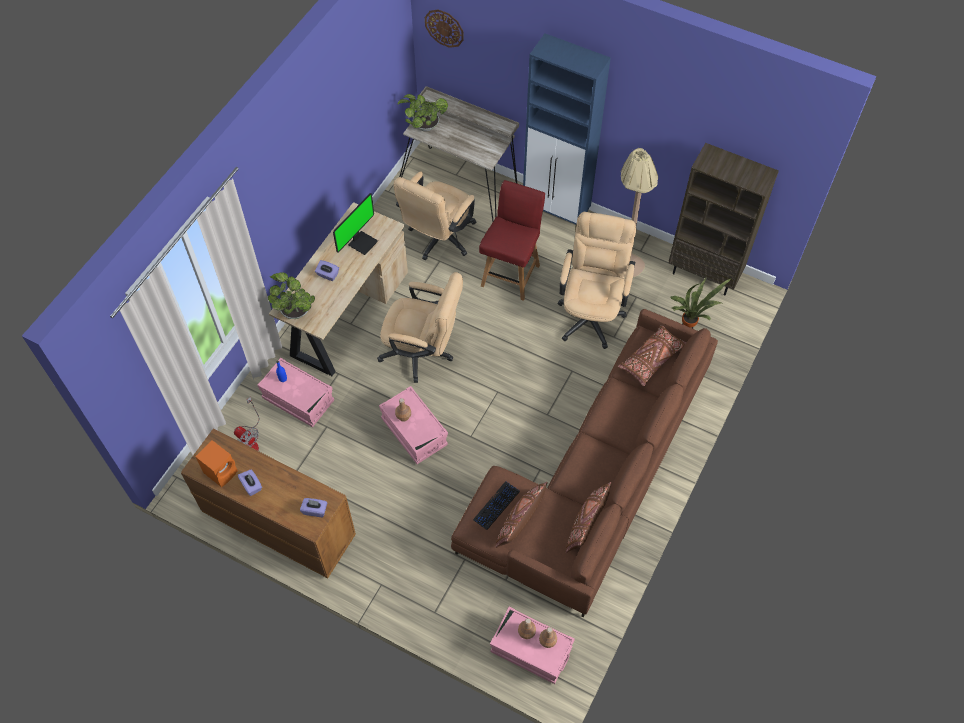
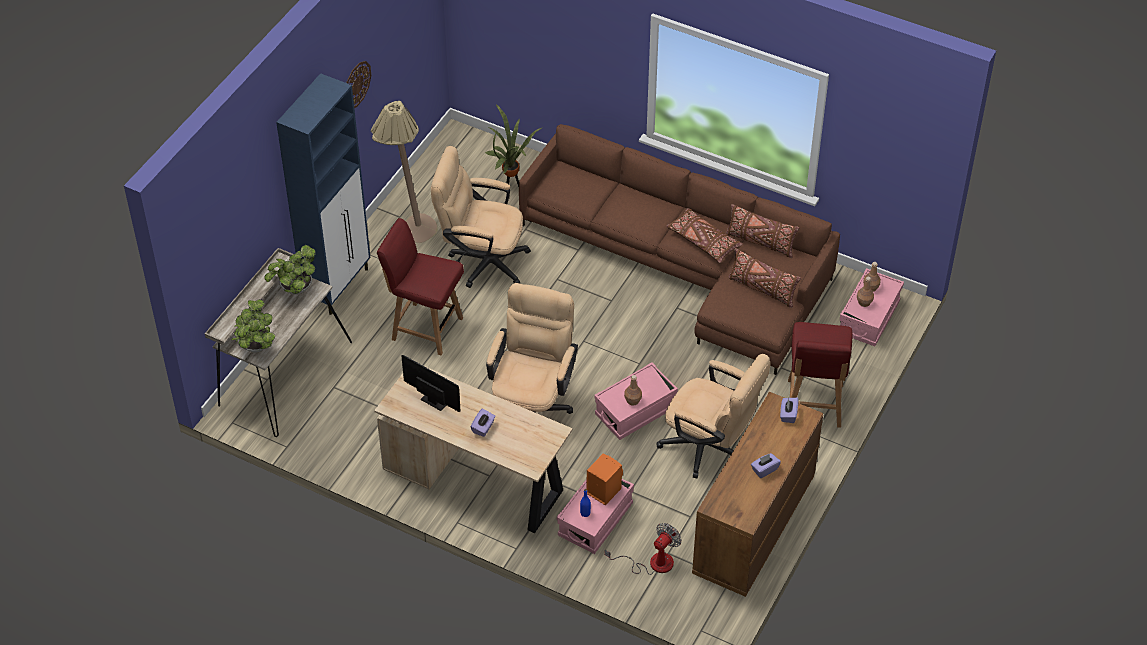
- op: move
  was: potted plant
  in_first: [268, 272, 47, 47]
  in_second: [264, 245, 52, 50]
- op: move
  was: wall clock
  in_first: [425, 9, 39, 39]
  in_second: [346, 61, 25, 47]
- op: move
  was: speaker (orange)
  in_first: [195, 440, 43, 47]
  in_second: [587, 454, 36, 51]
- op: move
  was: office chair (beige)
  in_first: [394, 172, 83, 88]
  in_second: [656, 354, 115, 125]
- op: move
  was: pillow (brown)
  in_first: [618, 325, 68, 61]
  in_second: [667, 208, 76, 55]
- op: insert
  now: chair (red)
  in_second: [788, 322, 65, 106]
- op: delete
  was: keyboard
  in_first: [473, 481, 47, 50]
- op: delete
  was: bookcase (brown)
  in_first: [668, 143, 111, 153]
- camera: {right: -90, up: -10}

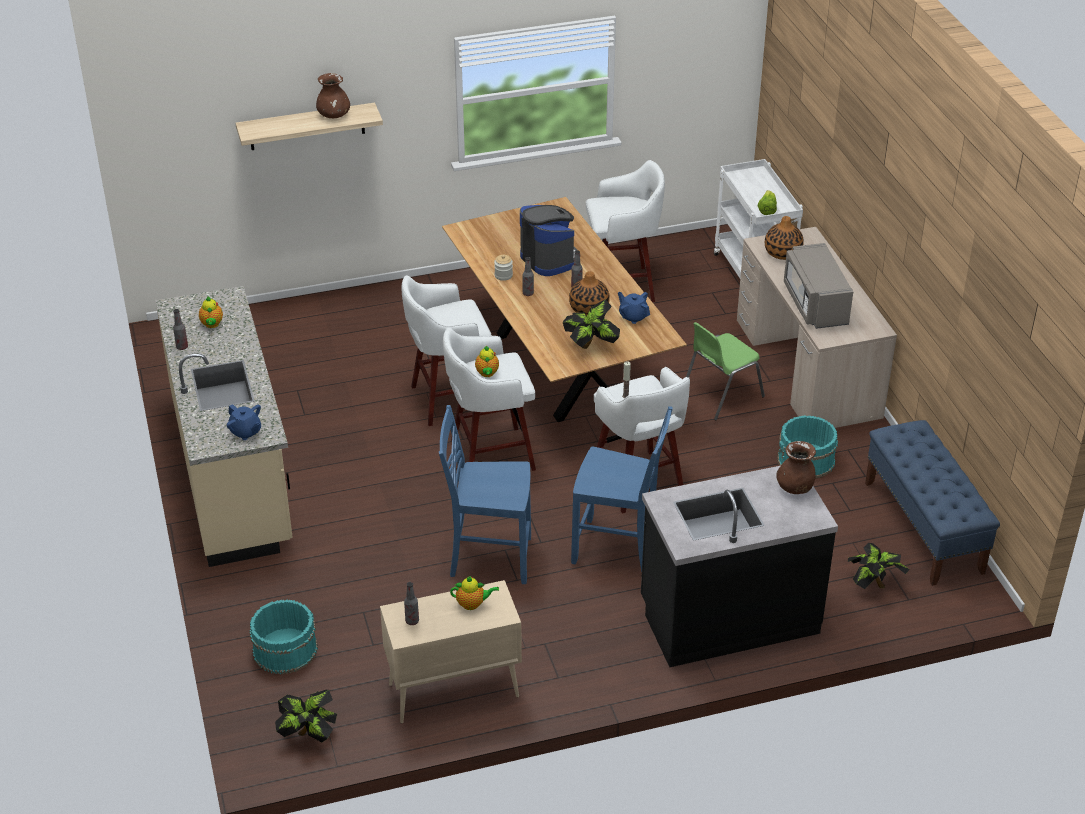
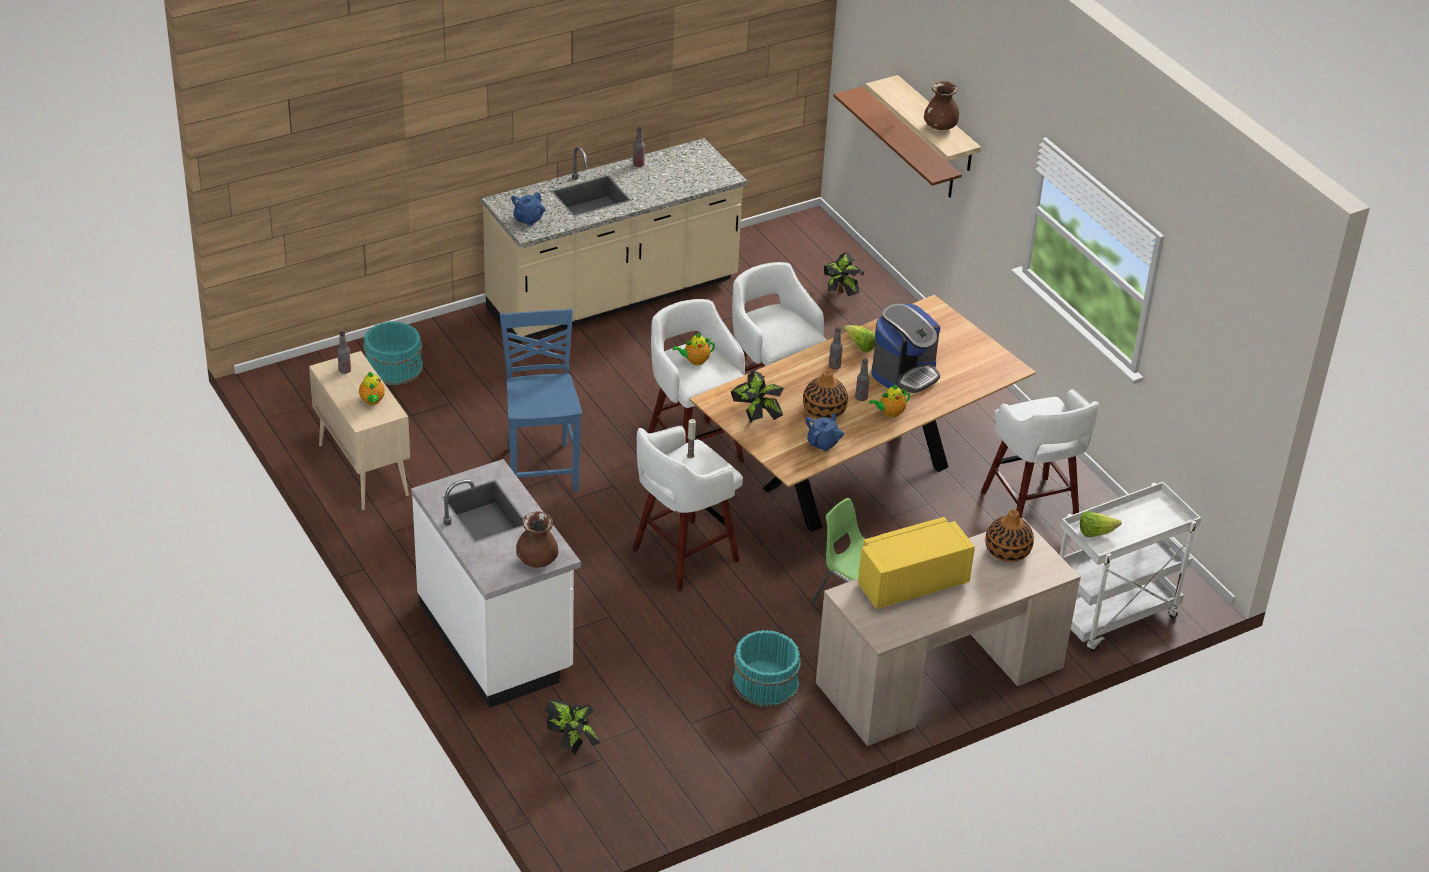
- op: recolor
  was: counter (black)
  now: counter (white)
  in_first: [641, 466, 197, 201]
  in_second: [411, 459, 170, 249]
- op: move
  was: potted plant
  in_first: [275, 690, 62, 52]
  in_second: [824, 252, 40, 44]
- op: insert
  now: shelf (brown)
  in_second: [834, 86, 128, 112]
- op: replace
  was: jar
  now: lettuce
  in_first: [494, 255, 19, 26]
  in_second: [843, 325, 32, 28]
- op: recolor
  was: microwave (grey)
  now: microwave (yellow)
  in_first: [784, 243, 69, 86]
  in_second: [858, 517, 117, 92]
- op: move
  was: teapot
  in_first: [199, 297, 24, 31]
  in_second: [869, 384, 41, 34]
- op: delete
  was: chair (blue)
  in_first: [571, 406, 102, 166]
- op: delete
  was: bench (blue)
  in_first: [865, 420, 135, 166]
- camera: {right: 75, up: 0}

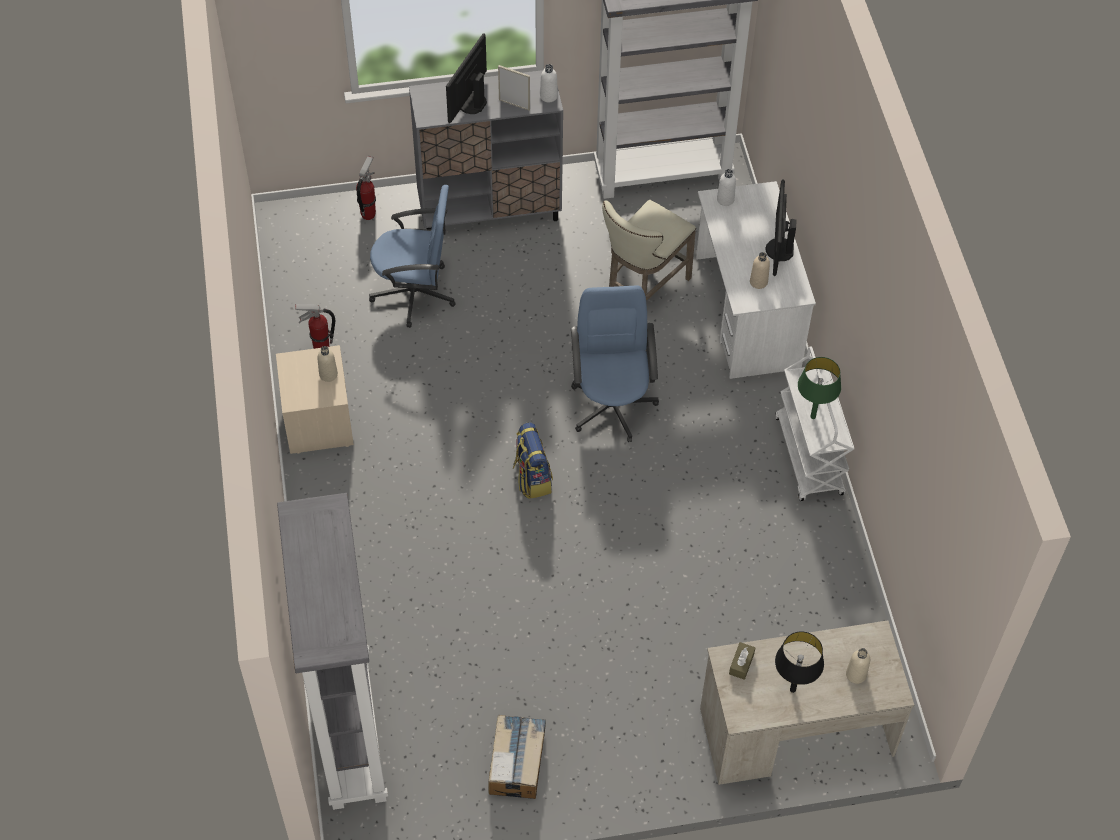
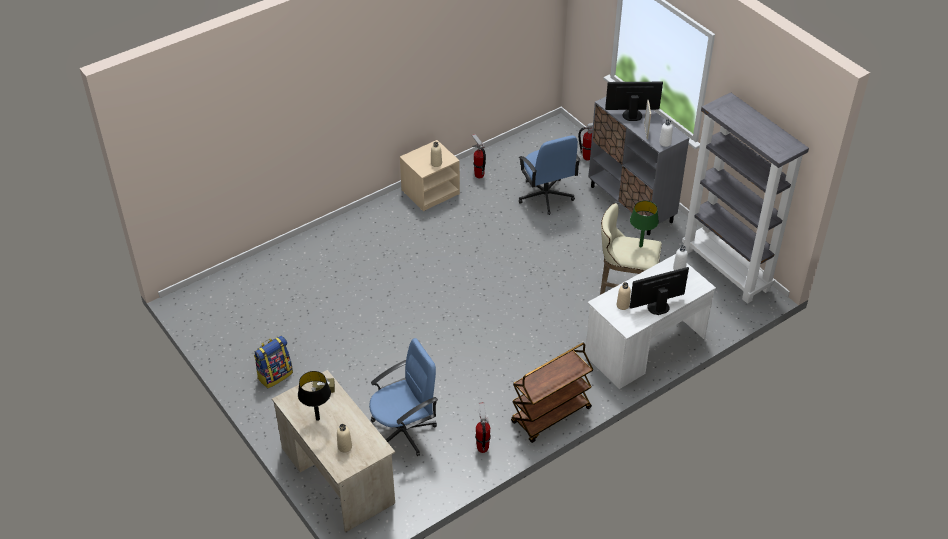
- op: move
  was: backpack
  in_first: [512, 422, 41, 77]
  in_second: [254, 336, 39, 52]
- op: move
  was: office chair (blue)
  in_first: [571, 285, 88, 157]
  in_second: [369, 338, 69, 118]
- op: insert
  now: fire extinguisher
  in_second: [475, 402, 16, 51]
- op: recolor
  was: cart (white)
  now: cart (brown)
  in_first: [775, 346, 79, 155]
  in_second: [511, 343, 82, 100]
- op: move
  was: table lamp (green)
  in_first: [798, 357, 43, 62]
  in_second: [630, 201, 29, 46]
- op: delete
  was: bookcase (grey)
  in_first: [277, 493, 111, 317]
- op: delete
  was: cardboard box
  in_first: [488, 715, 58, 84]
- camera: {right: 65, up: -10}

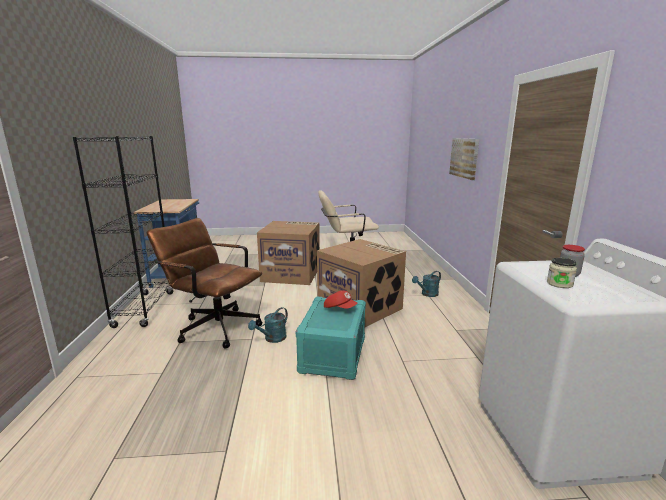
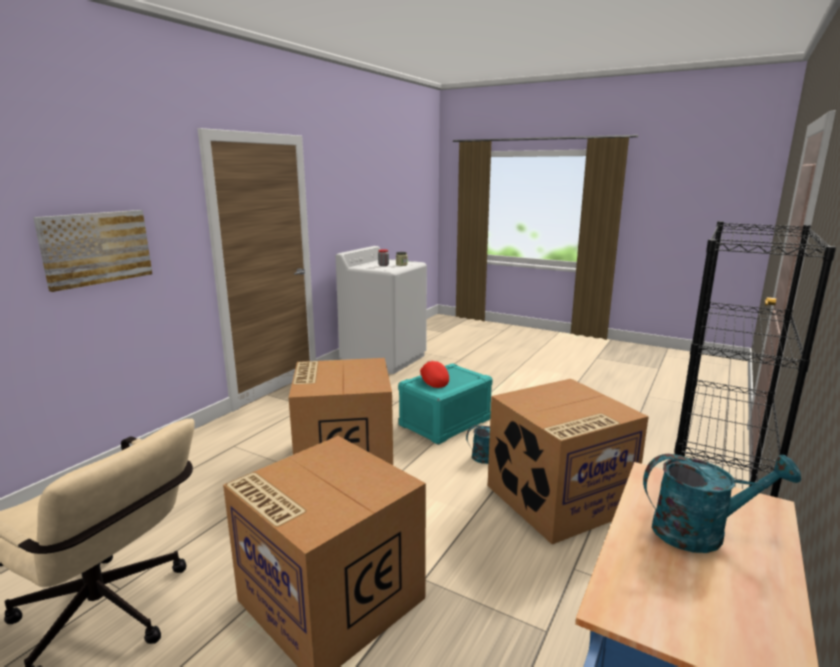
- op: replace
  was: office chair (brown)
  now: cardboard box
  in_first: [147, 218, 115, 131]
  in_second: [488, 379, 161, 165]
- op: move
  was: watering can (turquoise)
  in_first: [412, 271, 29, 26]
  in_second: [643, 454, 158, 99]
- camera: {right: -145, up: 0}

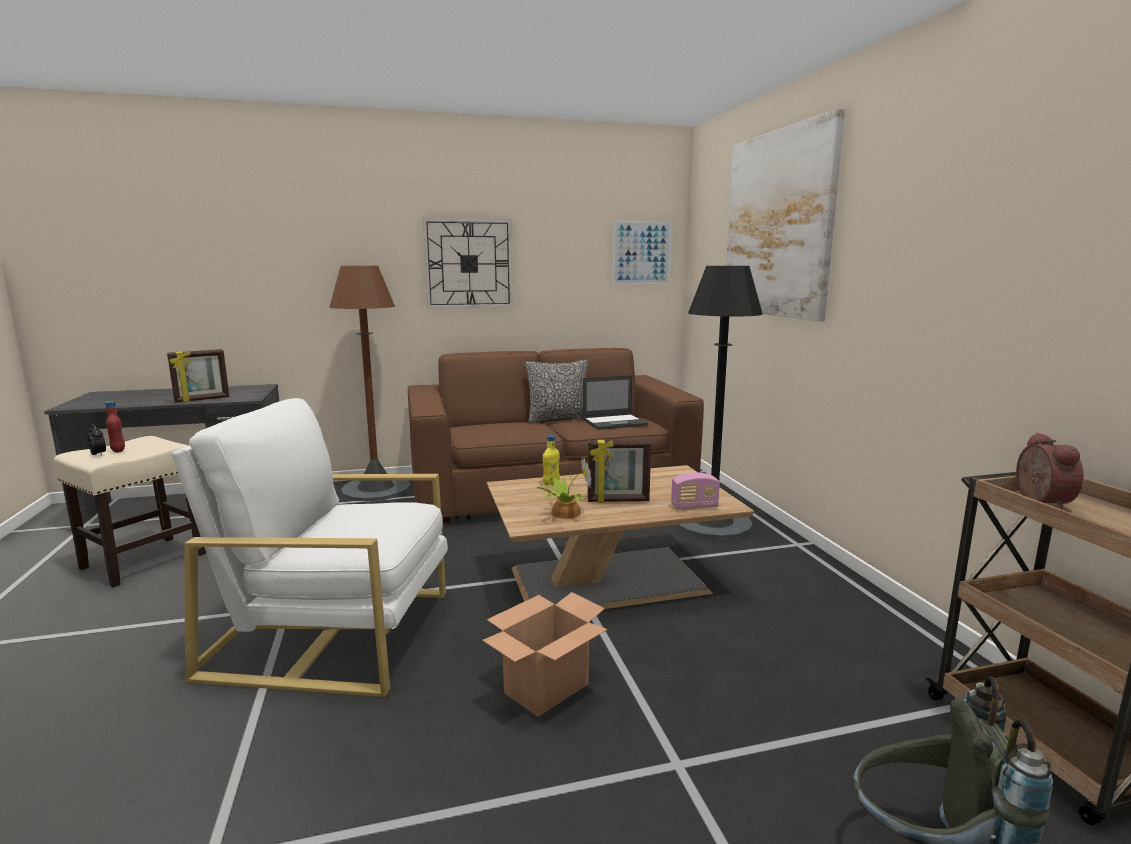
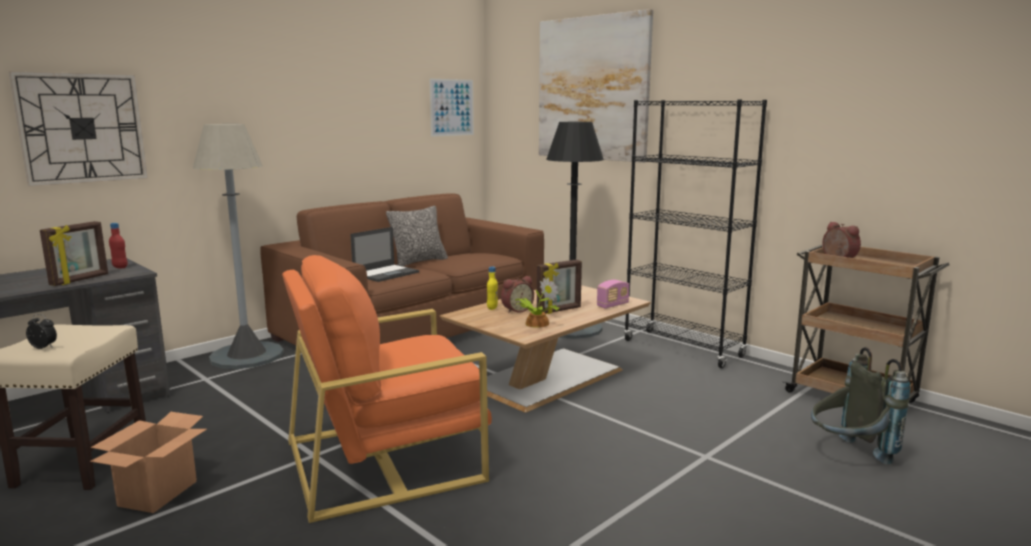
- op: move
  was: wall clock
  in_first: [423, 218, 90, 91]
  in_second: [9, 71, 139, 115]
- op: move
  was: cardboard box
  in_first: [482, 592, 125, 125]
  in_second: [90, 412, 117, 101]
- op: move
  was: bottle (red)
  in_first: [105, 401, 20, 52]
  in_second: [109, 223, 19, 45]
- op: recolor
  was: floor lamp (brown)
  now: floor lamp (grey)
  in_first: [330, 266, 80, 236]
  in_second: [193, 124, 91, 245]
- op: recolor
  was: armchair (white)
  now: armchair (orange)
  in_first: [172, 398, 276, 299]
  in_second: [282, 255, 210, 268]
- op: move
  was: laptop
  in_first: [582, 375, 67, 55]
  in_second: [350, 227, 69, 55]
- op: insert
  now: alarm clock
  in_second: [501, 276, 33, 37]
- op: insert
  now: bookcase (black)
  in_second: [624, 100, 143, 268]
- camera: {right: -30, up: 0}

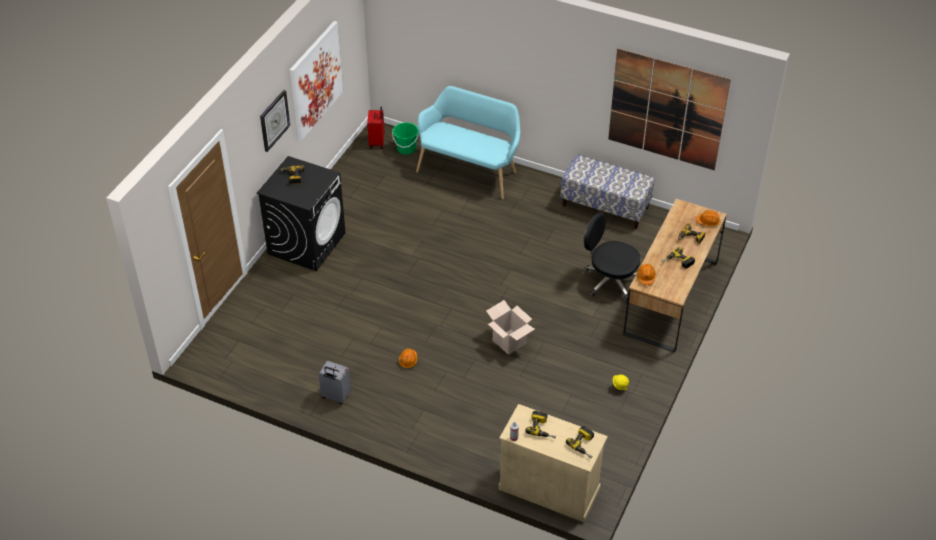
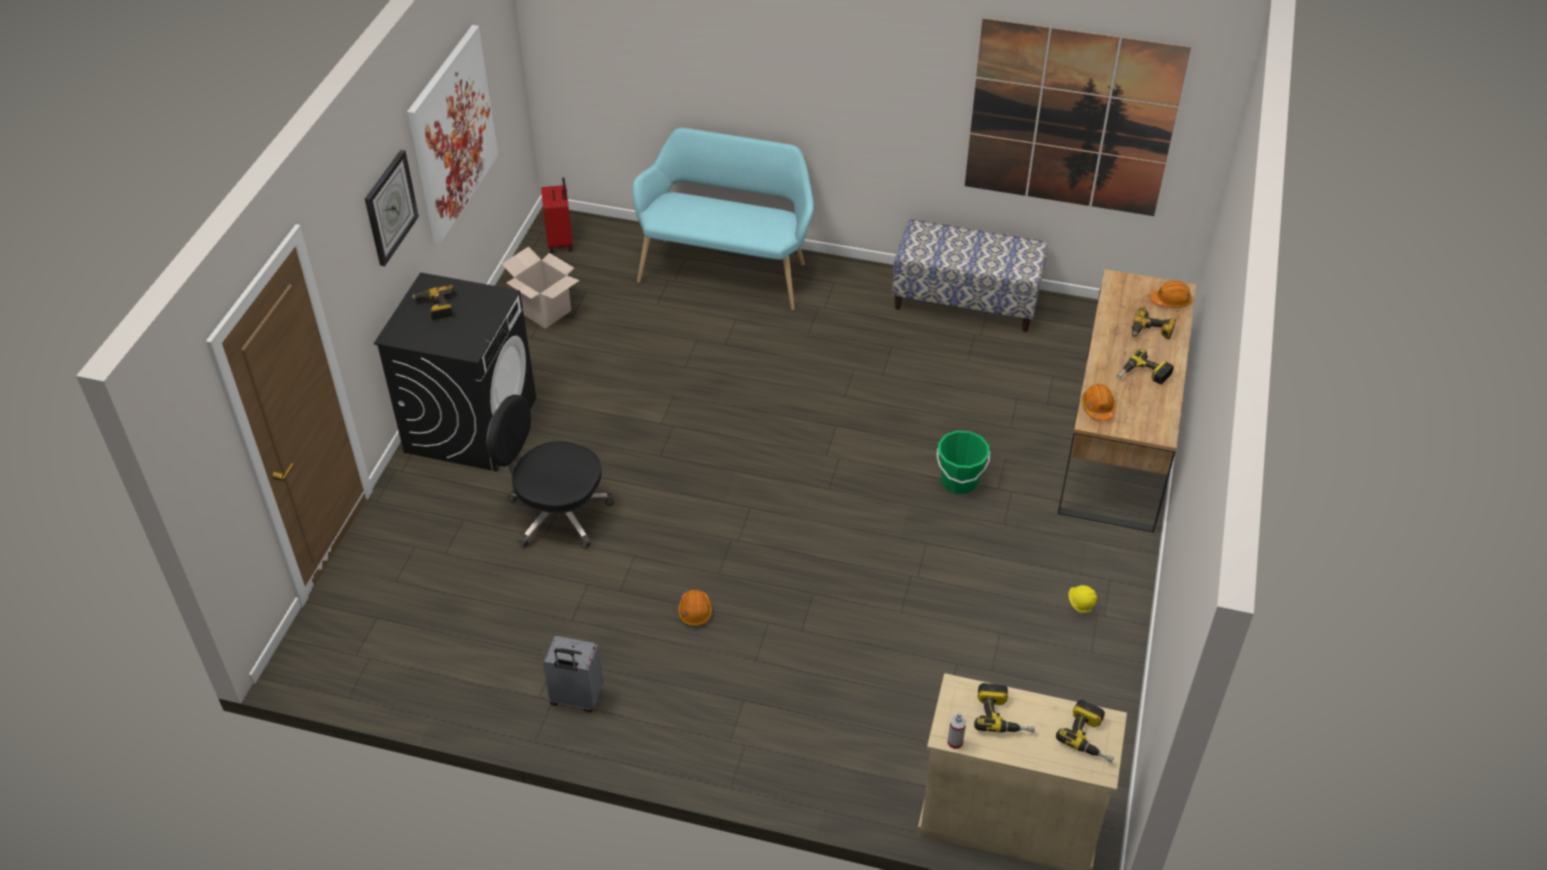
- op: move
  was: office chair (black)
  in_first: [583, 213, 57, 89]
  in_second: [486, 394, 128, 155]
- op: move
  was: cardboard box
  in_first: [486, 300, 49, 55]
  in_second: [502, 246, 78, 83]
- op: move
  was: bucket (green)
  in_first: [392, 122, 27, 33]
  in_second: [936, 431, 54, 63]
- camera: {right: -10, up: 0}

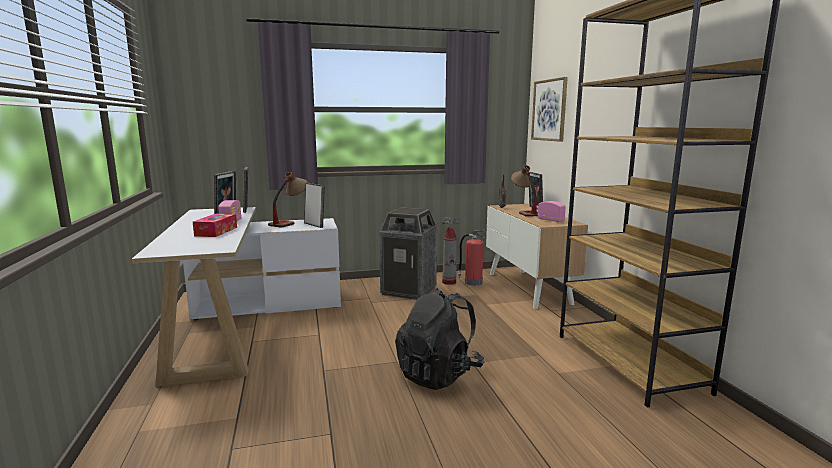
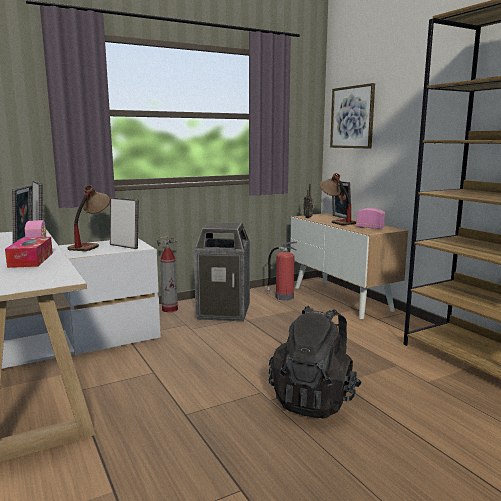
- op: move
  was: fire extinguisher
  in_first: [442, 217, 17, 68]
  in_second: [157, 237, 21, 75]
- camera: {right: -15, up: 0}

